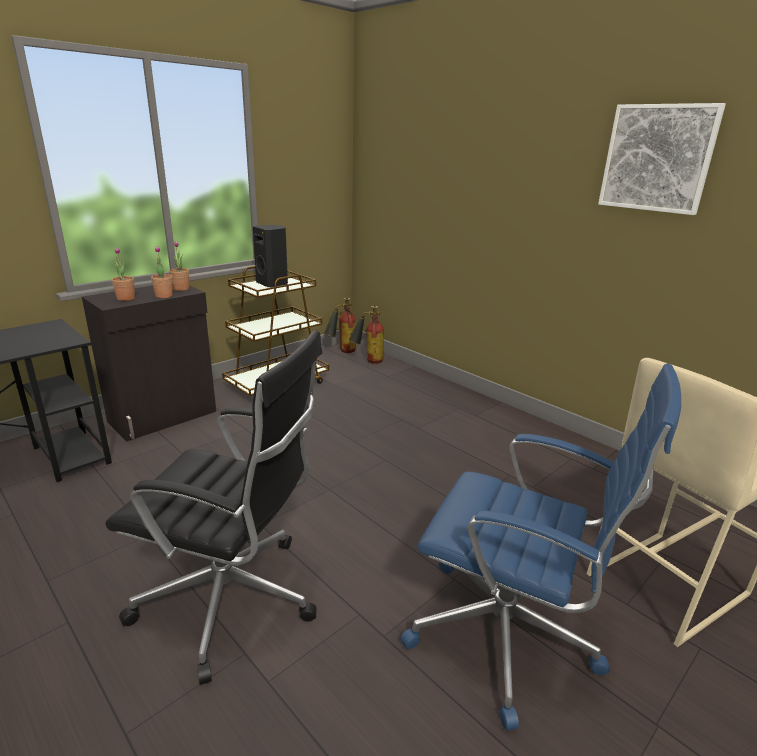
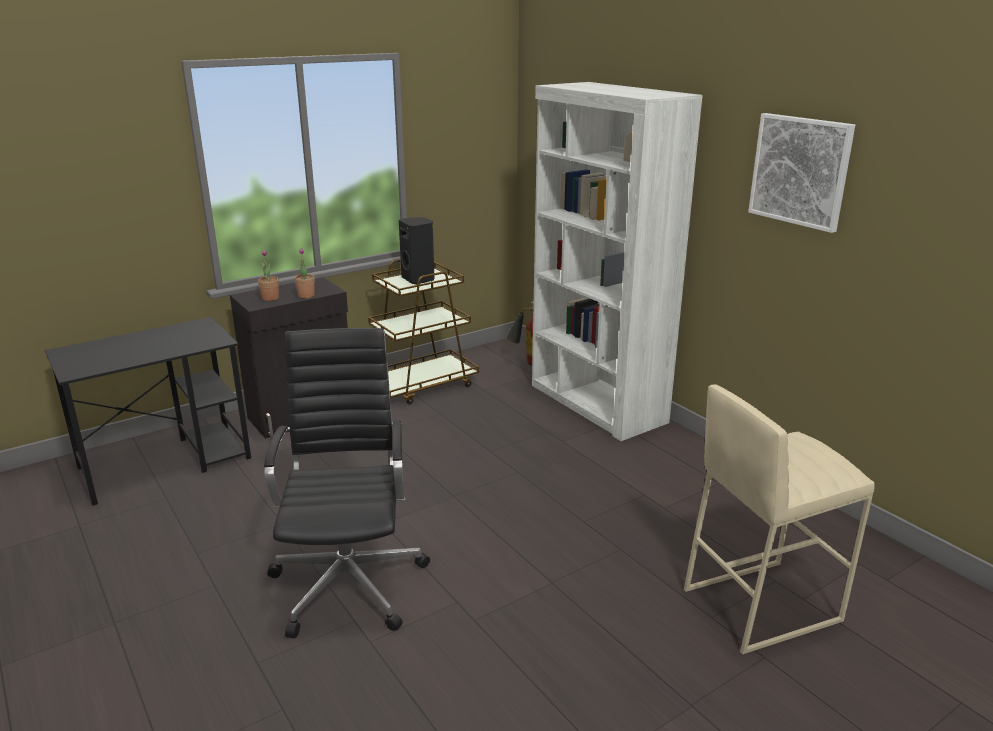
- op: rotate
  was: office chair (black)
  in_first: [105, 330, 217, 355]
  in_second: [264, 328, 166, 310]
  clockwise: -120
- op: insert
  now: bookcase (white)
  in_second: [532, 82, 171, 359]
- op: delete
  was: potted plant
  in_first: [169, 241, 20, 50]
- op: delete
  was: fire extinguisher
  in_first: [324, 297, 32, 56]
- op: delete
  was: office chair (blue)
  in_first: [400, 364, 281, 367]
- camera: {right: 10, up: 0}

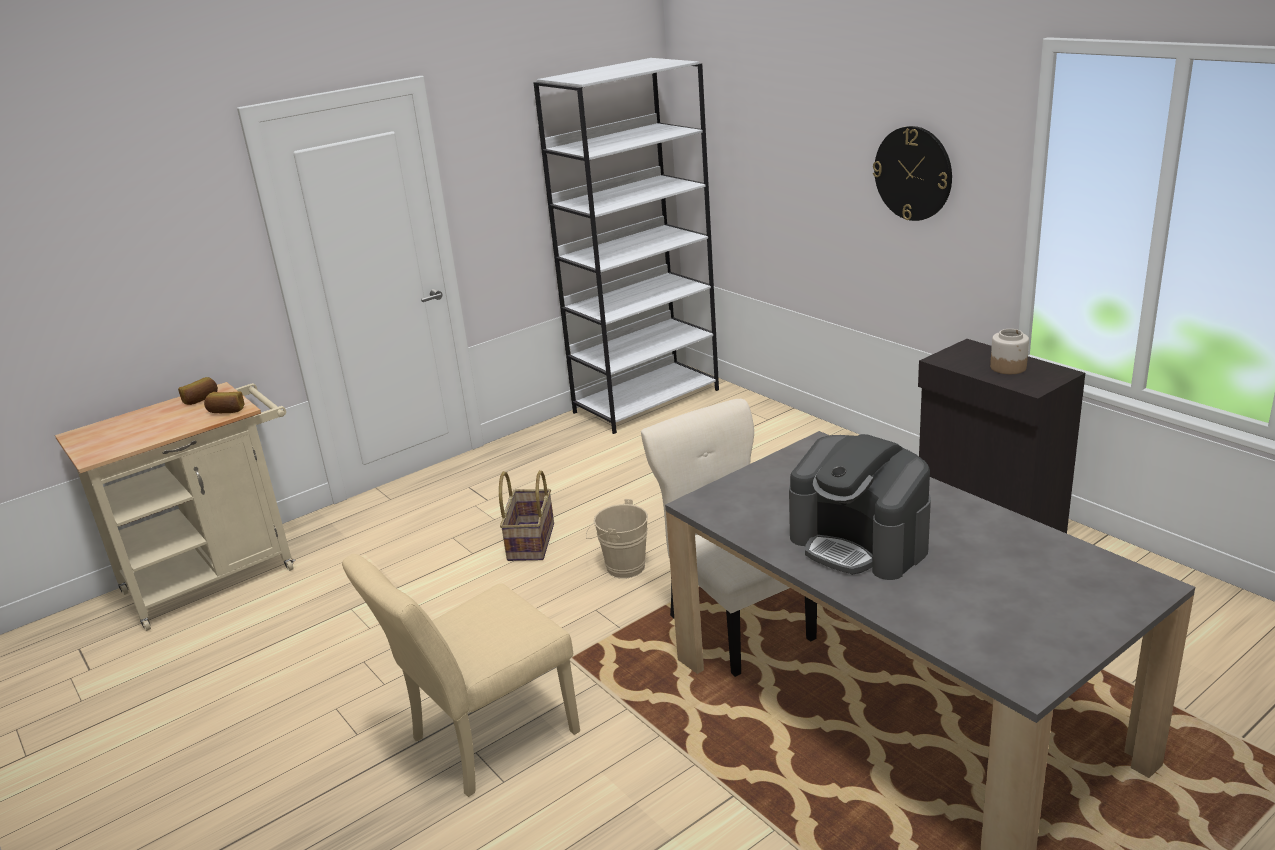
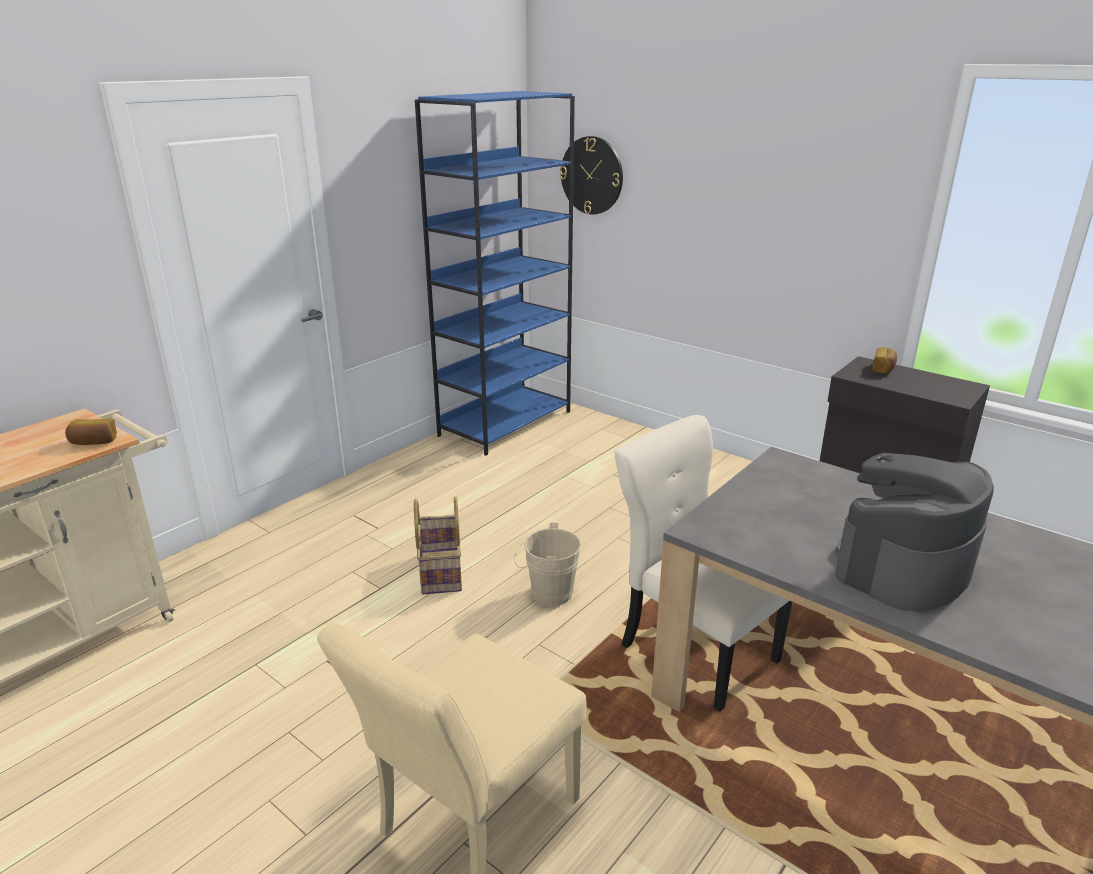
- op: recolor
  was: bookcase (white)
  now: bookcase (blue)
  in_first: [534, 58, 185, 376]
  in_second: [415, 91, 160, 365]
- op: move
  was: wall clock
  in_first: [873, 126, 79, 95]
  in_second: [560, 136, 63, 78]
- op: rotate
  was: coffee machine
  in_first: [789, 434, 142, 146]
  in_second: [835, 453, 159, 159]
  clockwise: 105
- op: move
  was: bread
  in_first: [178, 377, 40, 28]
  in_second: [872, 347, 25, 26]
- op: delete
  was: jar
  in_first: [990, 329, 39, 45]
- camera: {right: -15, up: 0}

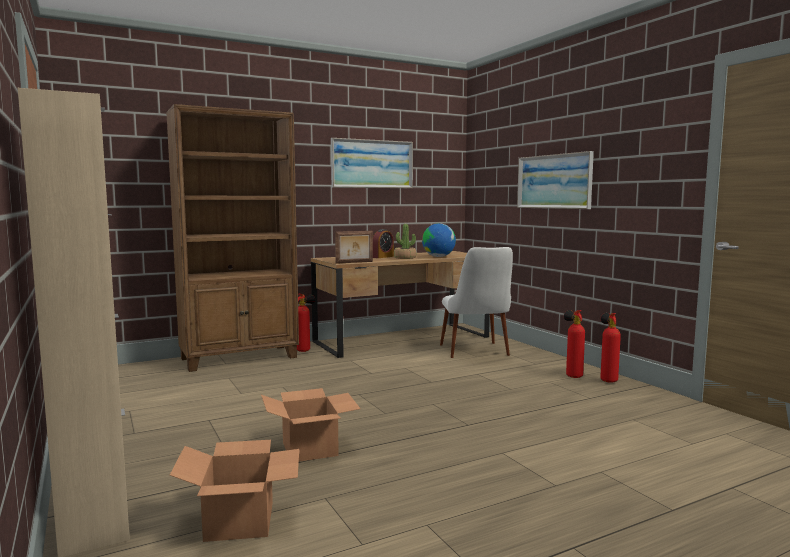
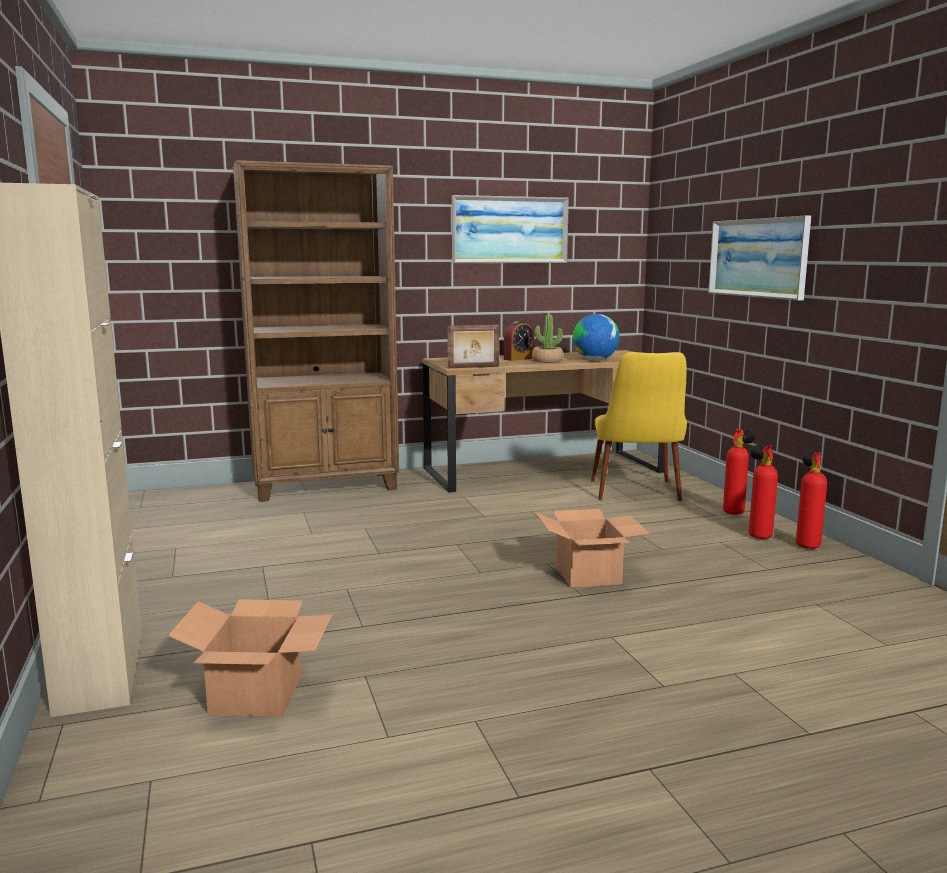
- op: move
  was: cardboard box
  in_first: [261, 388, 100, 74]
  in_second: [535, 509, 115, 79]
- op: recolor
  was: chair (white)
  now: chair (yellow)
  in_first: [440, 247, 73, 111]
  in_second: [591, 352, 96, 149]
- op: move
  was: fire extinguisher
  in_first: [297, 294, 18, 58]
  in_second: [723, 428, 32, 87]
- camera: {right: 10, up: 5}

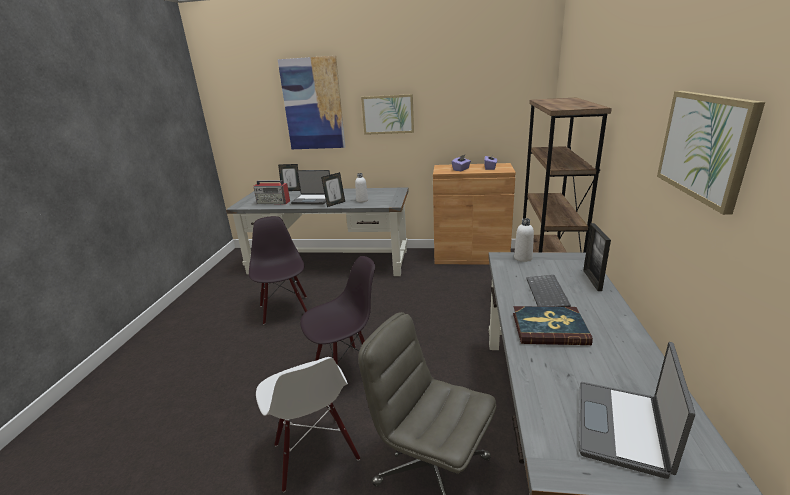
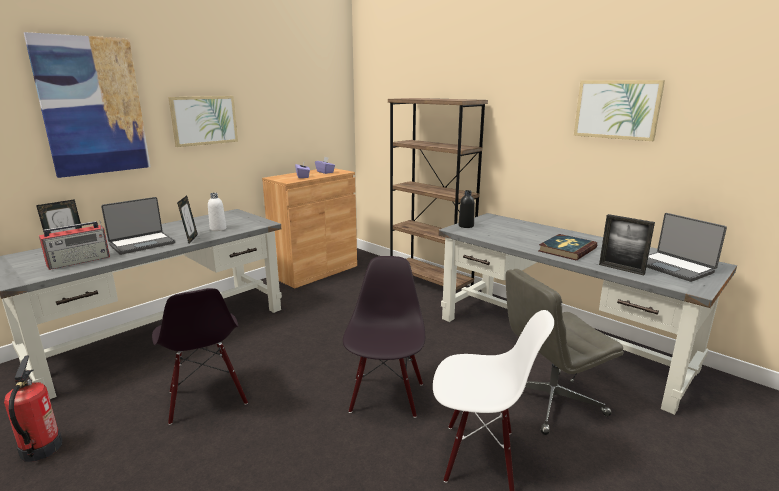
- op: insert
  now: fire extinguisher
  in_second: [4, 355, 58, 107]
- op: rotate
  was: chair (black)
  in_first: [249, 216, 58, 108]
  in_second: [152, 288, 96, 137]
  clockwise: -135
- op: recolor
  was: bottle (white)
  now: bottle (black)
  in_first: [514, 218, 20, 44]
  in_second: [458, 190, 17, 38]
- op: move
  was: picture frame
  in_first: [583, 223, 28, 68]
  in_second: [599, 214, 56, 61]
- op: delete
  was: keyboard
  in_first: [526, 275, 45, 32]
- camera: {right: -55, up: -5}

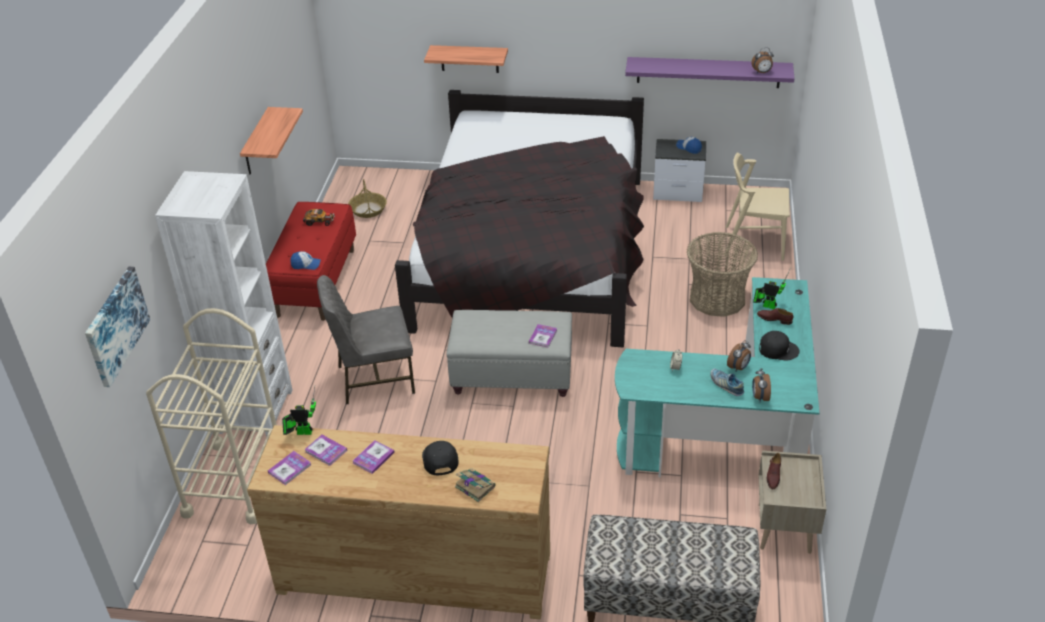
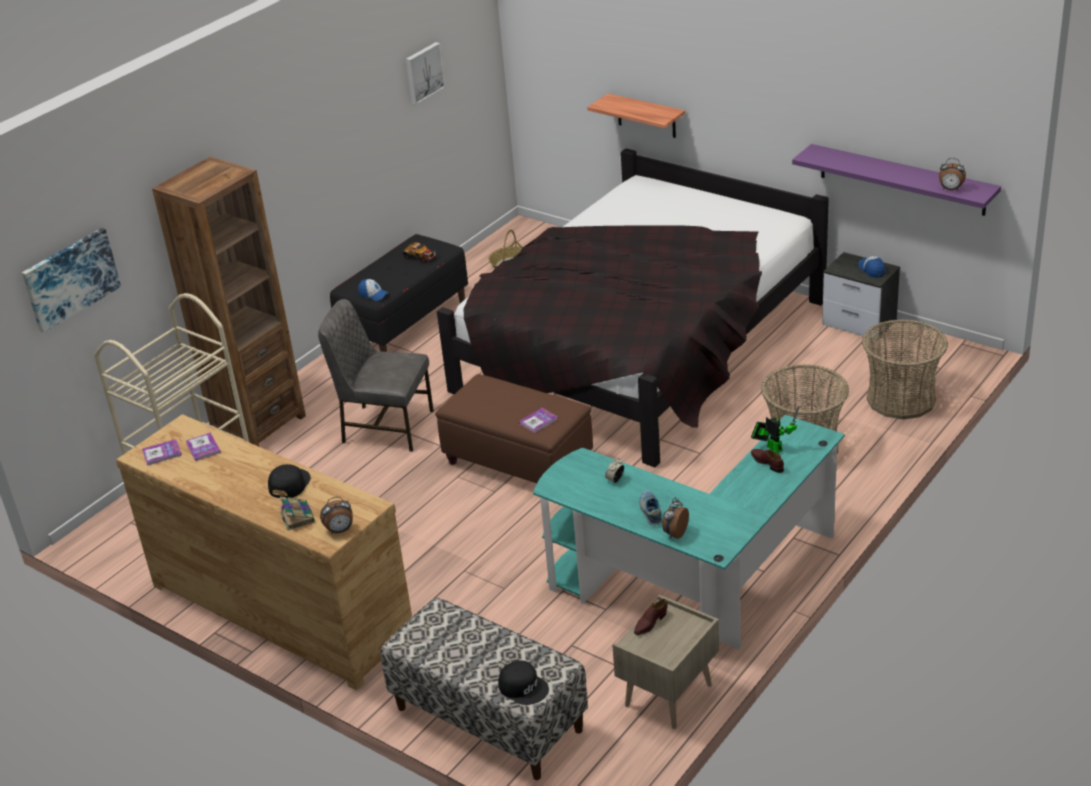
- op: recolor
  was: bookcase (white)
  now: bookcase (brown)
  in_first: [155, 171, 137, 266]
  in_second: [152, 157, 154, 289]
- op: move
  was: alarm clock
  in_first: [727, 340, 24, 32]
  in_second: [320, 497, 33, 37]
- op: recolor
  was: bench (red)
  now: bench (black)
  in_first: [266, 202, 90, 119]
  in_second: [330, 234, 138, 118]
- op: insert
  now: picture
  in_second: [406, 42, 40, 63]
- op: recolor
  was: ottoman (grey)
  now: ottoman (brown)
  in_first: [446, 310, 126, 87]
  in_second: [435, 374, 158, 109]
- op: move
  was: cap (black)
  in_first: [759, 331, 41, 29]
  in_second: [498, 660, 51, 45]
- op: replace
  was: chair (beige)
  now: basket
  in_first: [724, 152, 66, 109]
  in_second: [862, 319, 86, 100]
- op: delete
  was: shelf
  in_first: [240, 107, 63, 67]
- op: delete
  was: toy robot
  in_first: [282, 387, 34, 48]
- op: delete
  was: book
  in_first: [353, 440, 42, 34]
- camera: {right: 30, up: -5}

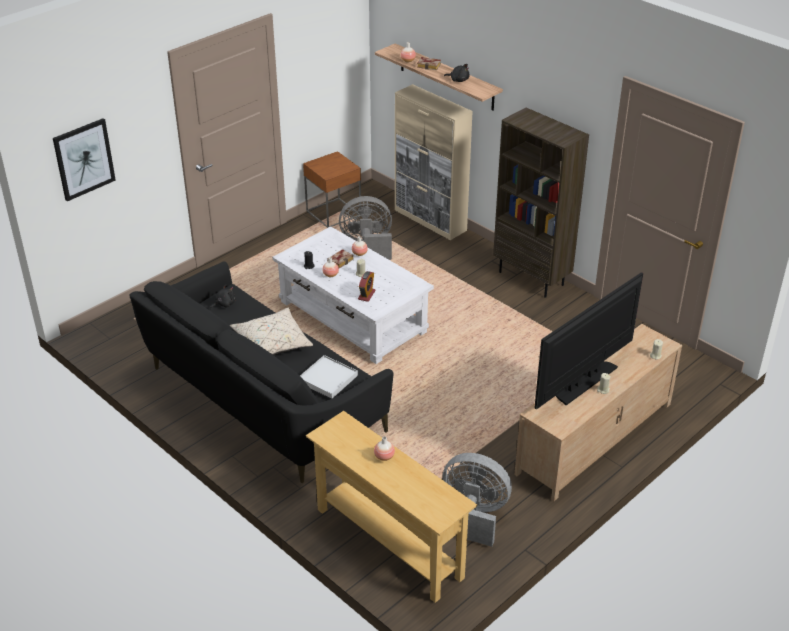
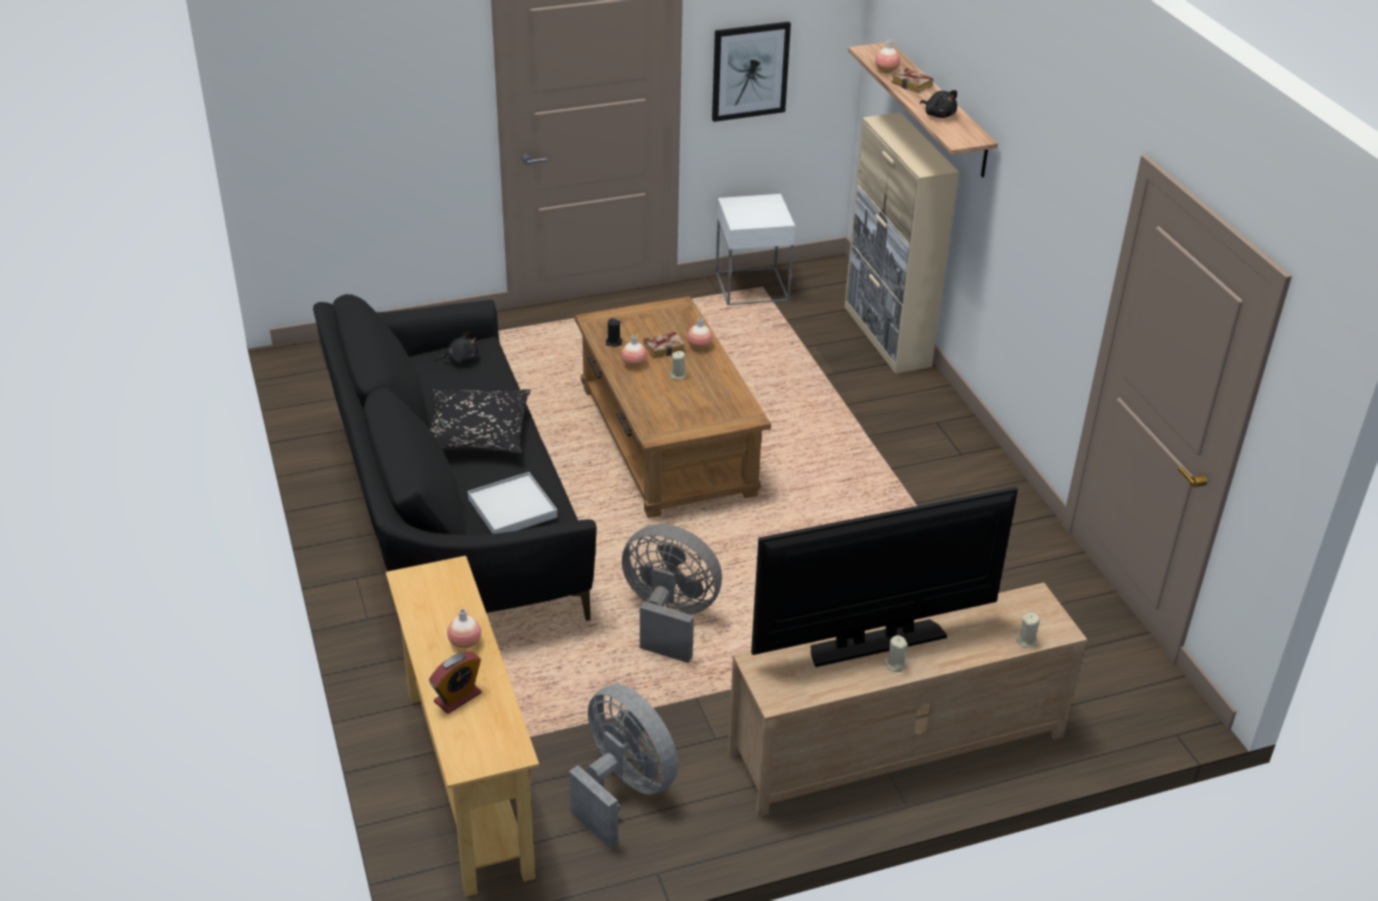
- op: move
  was: alarm clock
  in_first: [358, 271, 18, 31]
  in_second: [429, 652, 52, 62]
- op: recolor
  was: pillow (beige)
  now: pillow (black)
  in_first: [230, 308, 83, 47]
  in_second: [431, 389, 99, 64]
- op: recolor
  was: coffee table (white)
  now: coffee table (brown)
  in_first: [272, 226, 162, 138]
  in_second: [574, 296, 197, 222]
- op: move
  was: fan (grey)
  in_first: [339, 196, 53, 64]
  in_second: [622, 524, 100, 139]
- op: move
  was: picture
  in_first: [53, 118, 63, 83]
  in_second: [712, 22, 79, 100]
- op: recolor
  was: side table (brown)
  now: side table (white)
  in_first: [303, 151, 58, 77]
  in_second: [716, 194, 79, 111]
- op: delete
  was: bookcase (brown)
  in_first: [493, 108, 96, 190]
- camera: {right: 25, up: 0}

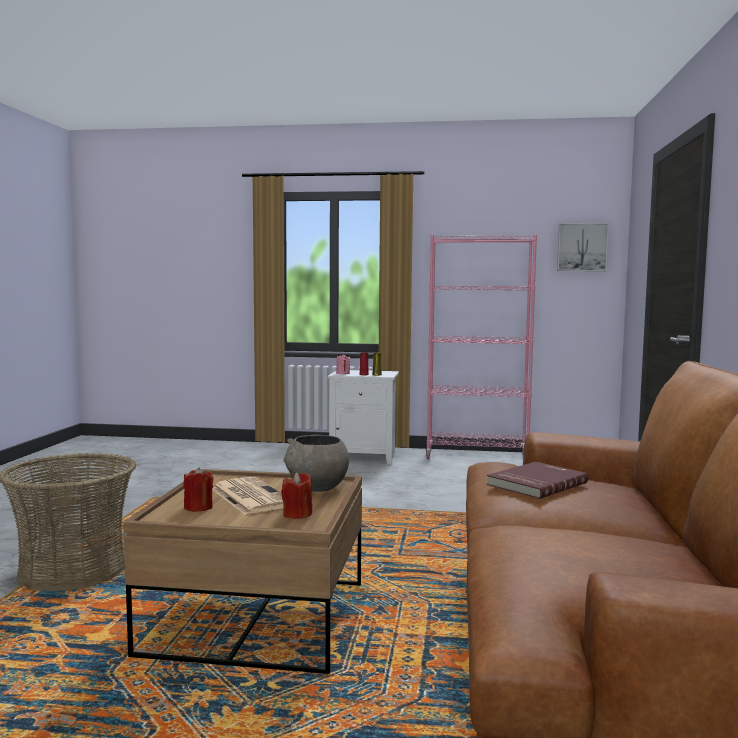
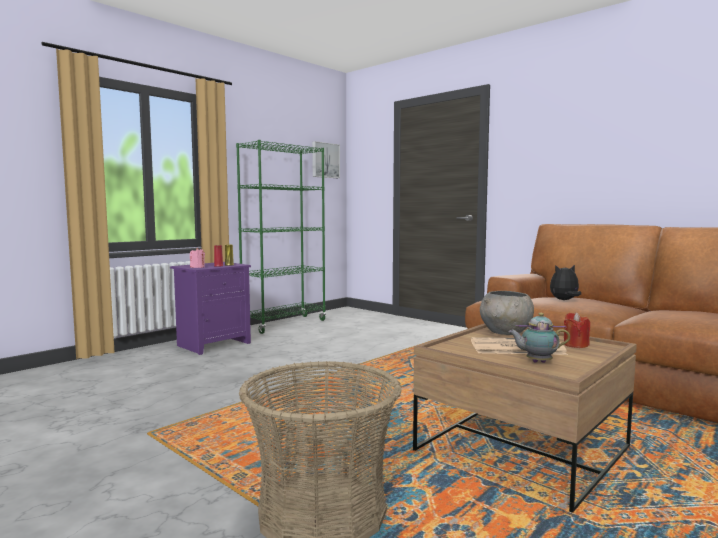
- op: recolor
  was: nightstand (white)
  now: nightstand (purple)
  in_first: [328, 370, 71, 94]
  in_second: [170, 262, 81, 93]
- op: recolor
  was: bookcase (pink)
  now: bookcase (green)
  in_first: [425, 235, 112, 224]
  in_second: [236, 140, 90, 194]
- op: replace
  was: candle (red)
  now: teapot
  in_first: [183, 467, 30, 45]
  in_second: [508, 313, 62, 50]
- op: replace
  was: book (red)
  now: plush toy
  in_first: [487, 462, 101, 37]
  in_second: [550, 265, 31, 35]
- camera: {right: -55, up: 0}

